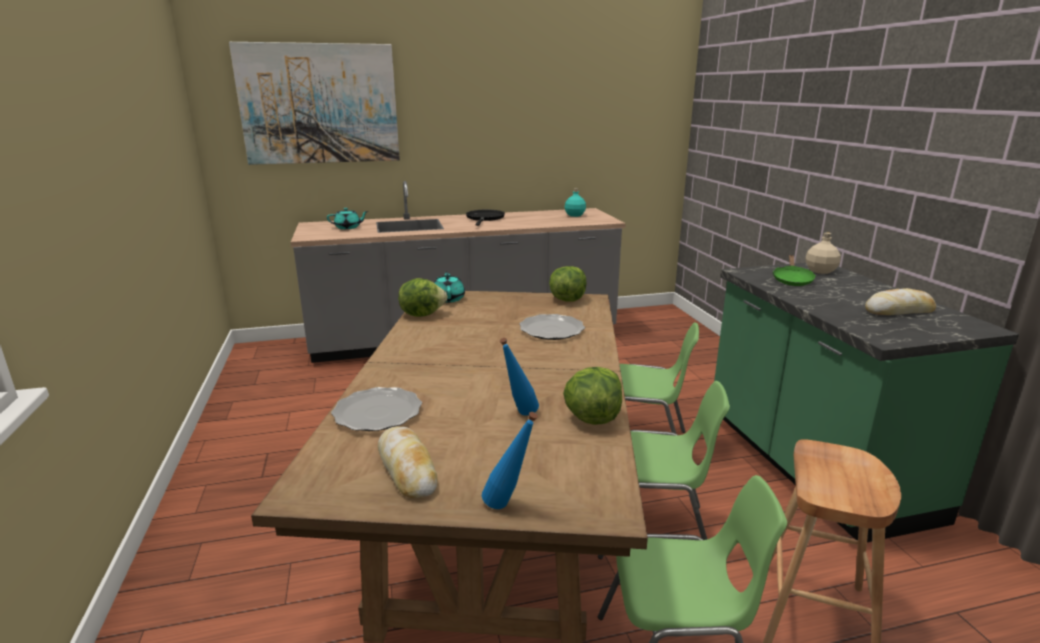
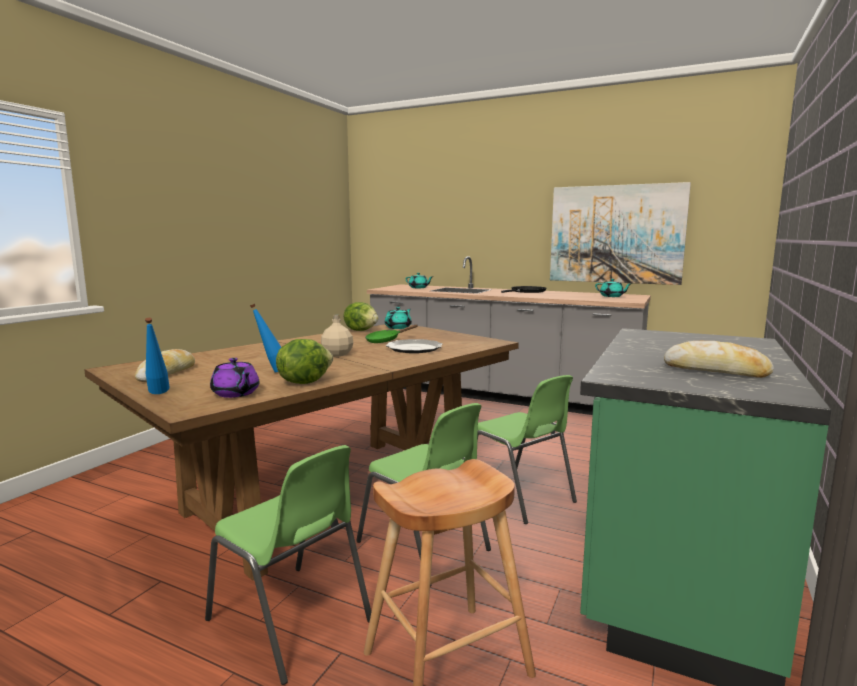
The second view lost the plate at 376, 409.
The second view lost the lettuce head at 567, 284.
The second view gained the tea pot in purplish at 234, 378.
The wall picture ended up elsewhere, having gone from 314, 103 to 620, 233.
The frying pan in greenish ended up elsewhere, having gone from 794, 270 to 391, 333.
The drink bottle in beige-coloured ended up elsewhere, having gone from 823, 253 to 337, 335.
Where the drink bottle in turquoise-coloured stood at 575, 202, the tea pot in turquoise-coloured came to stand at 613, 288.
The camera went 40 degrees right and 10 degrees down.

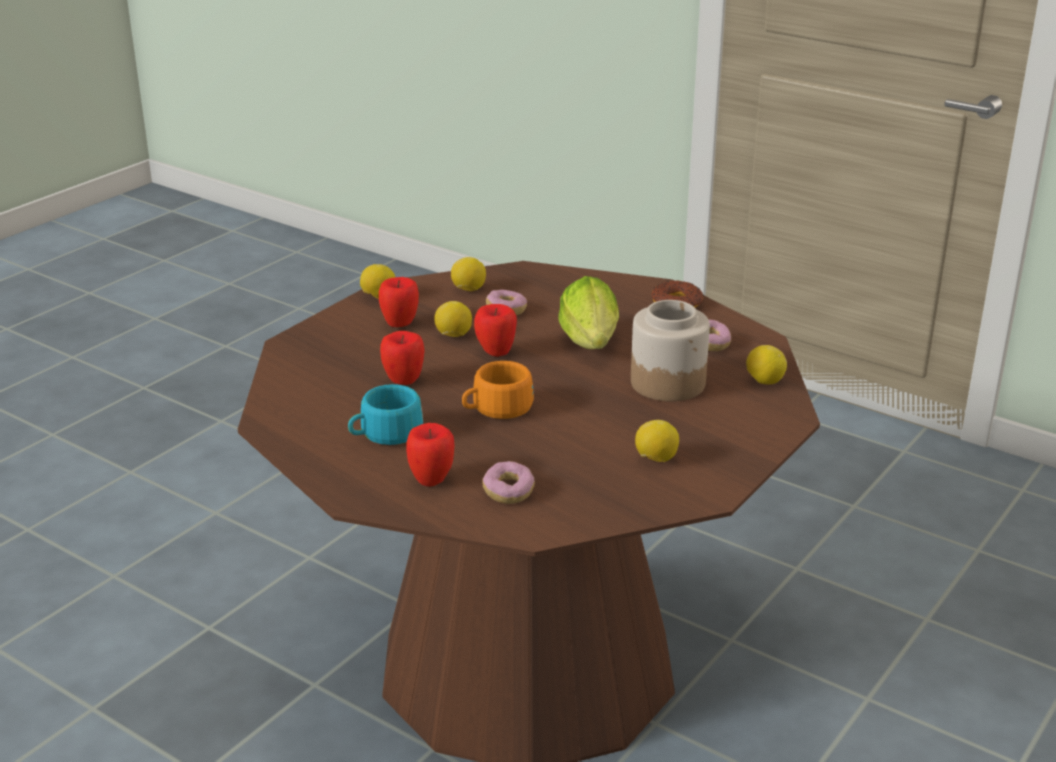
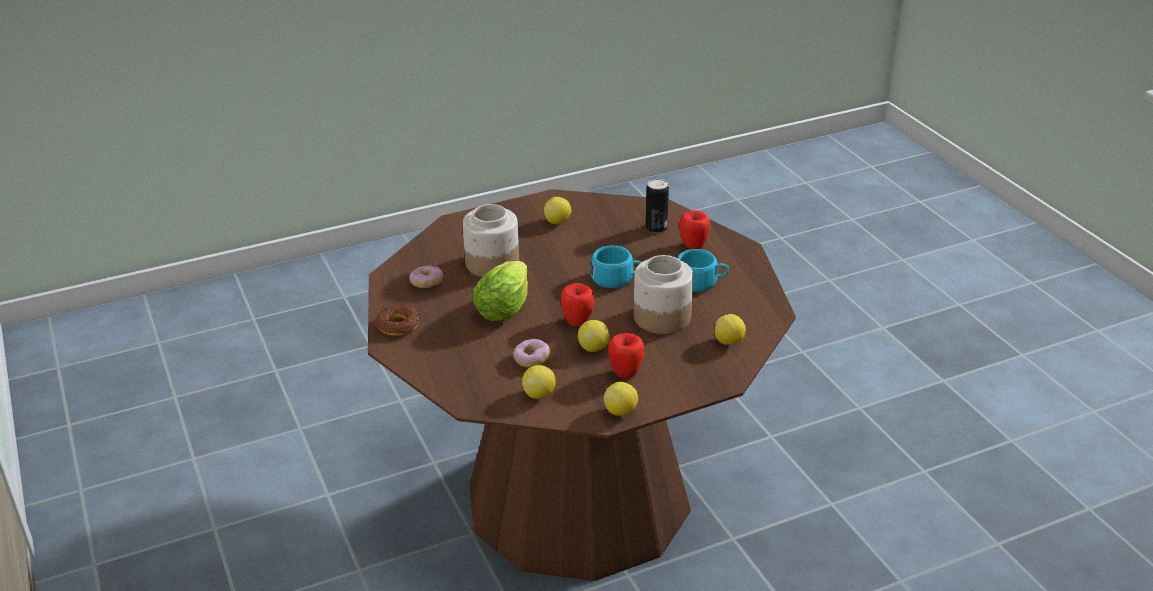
The citrus fruit ended up elsewhere, having gone from 766, 364 to 730, 329.
Where the apple fruit stood at 402, 358, the preserve jar came to stand at 663, 294.
Where the ring doughnut stood at 508, 482, the can came to stand at 657, 206.
What was the drinking cup in orangey at 498, 390 turned into the drinking cup in turquoise-coloured at 616, 267.
The camera went 150 degrees left and 5 degrees up.

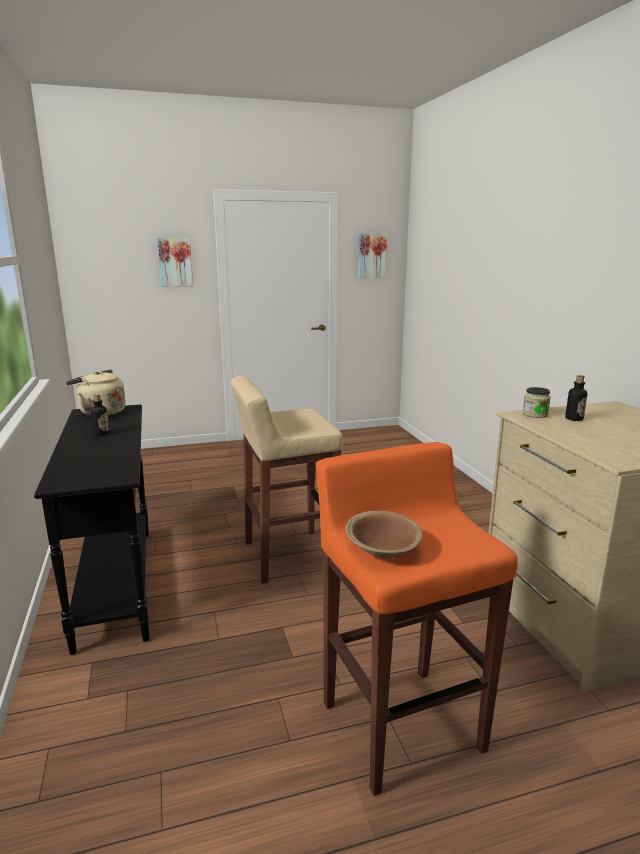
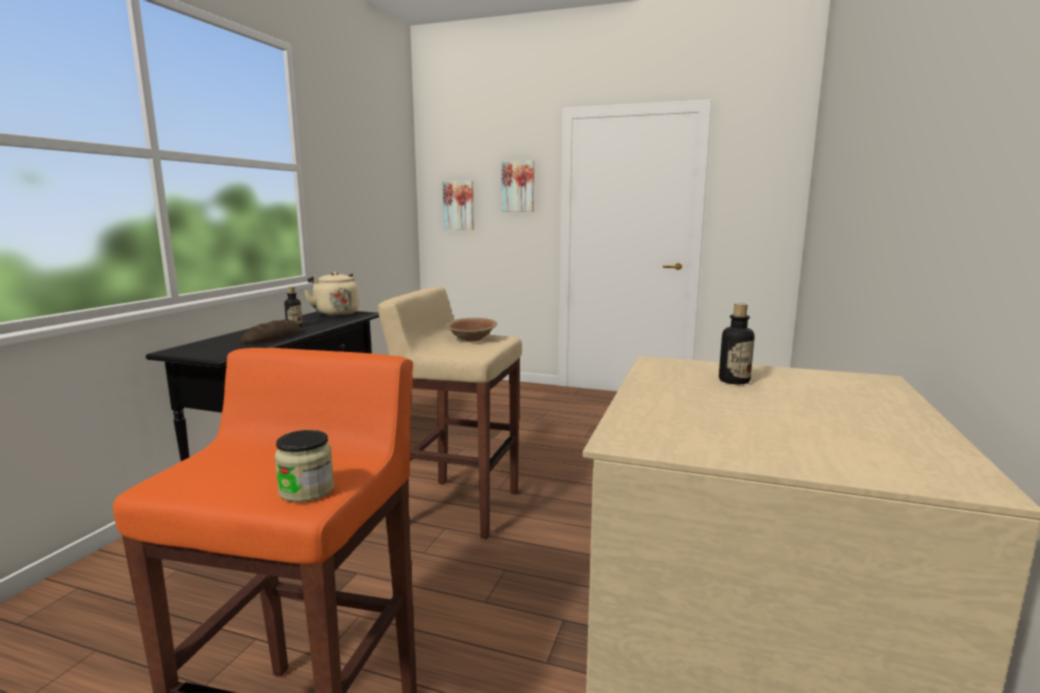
The second view gained the bakery bread at 271, 332.
The bowl in brown ended up elsewhere, having gone from 384, 534 to 471, 329.
The wall picture ended up elsewhere, having gone from 372, 255 to 458, 205.
The preserve jar ended up elsewhere, having gone from 537, 402 to 304, 466.
The camera went 35 degrees right and 5 degrees down.

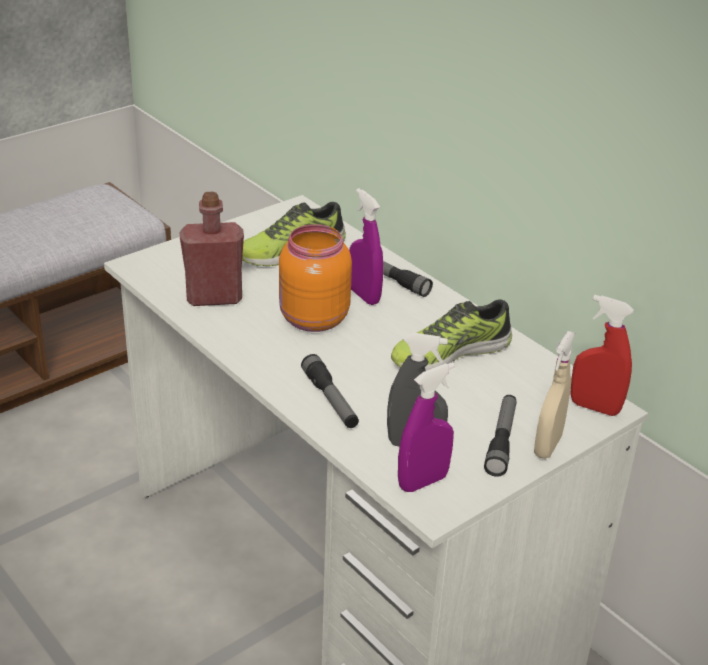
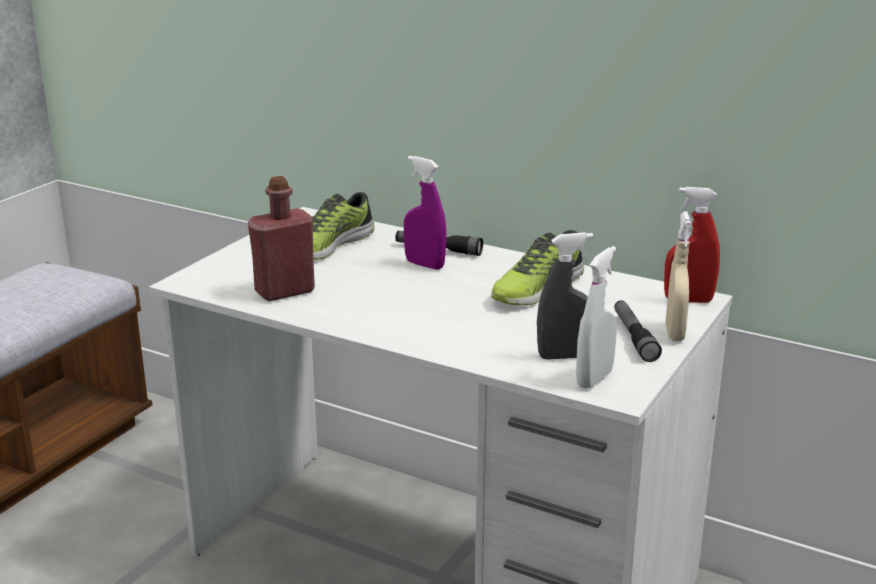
The second view lost the preserve jar in orangey at 315, 278.
The second view lost the flashlight at 330, 391.
What was the spray bottle in purplish at 426, 427 turned into the spray bottle in white-coloured at 596, 317.
The camera went 20 degrees left and 10 degrees down.

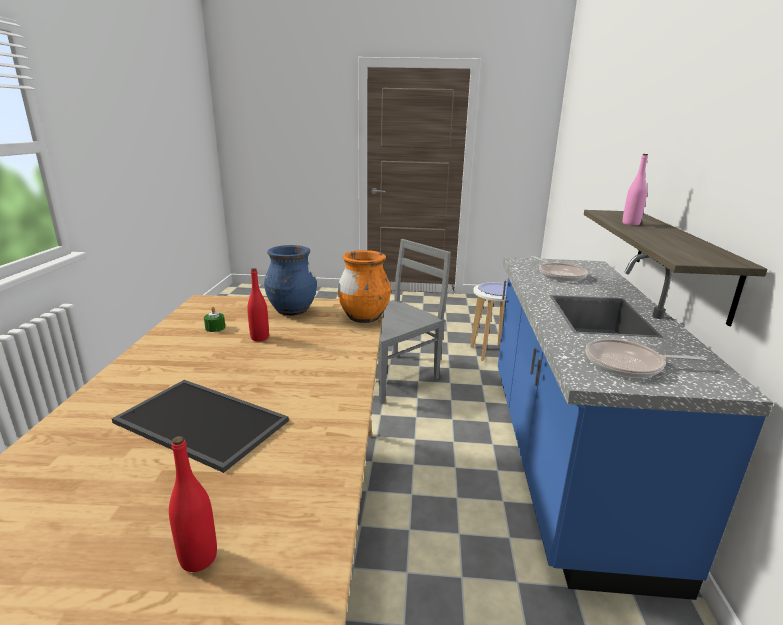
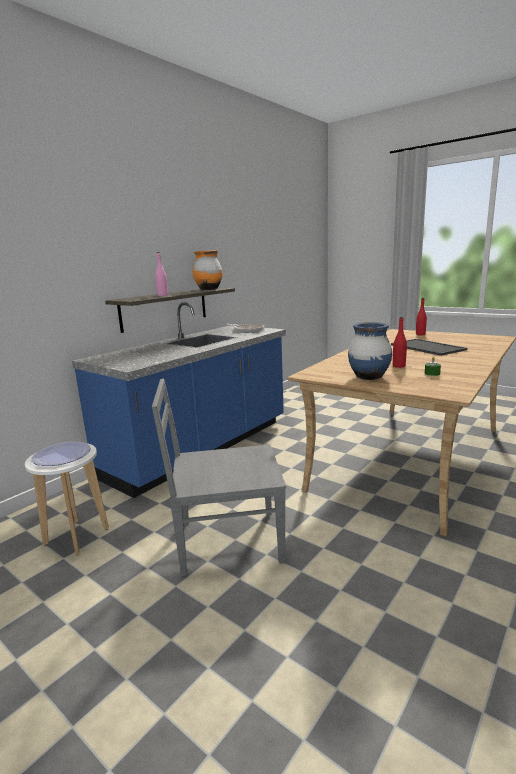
The second view lost the frying pan at 559, 268.
The decorative vase in orangey ended up elsewhere, having gone from 364, 286 to 208, 270.
The camera went 145 degrees left and 5 degrees down.

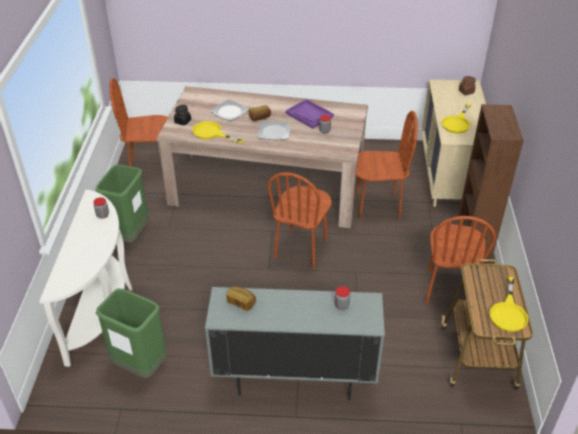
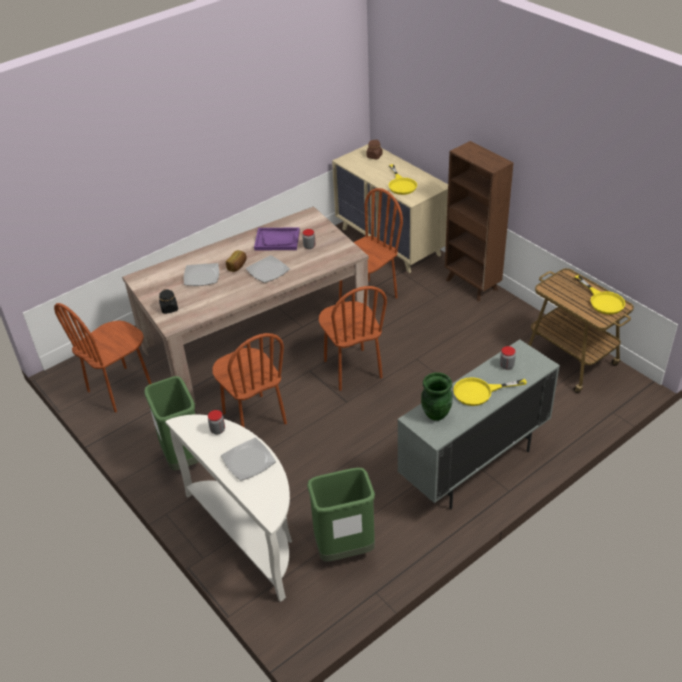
The second view gained the plate at 248, 459.
The frying pan in yellow-coloured ended up elsewhere, having gone from 218, 132 to 490, 391.
The chair in brown ended up elsewhere, having gone from 460, 260 to 249, 380.
Where the bakery bread stood at 241, 298, the decorative vase in greenish came to stand at 437, 396.
The camera went 40 degrees left and 0 degrees up.

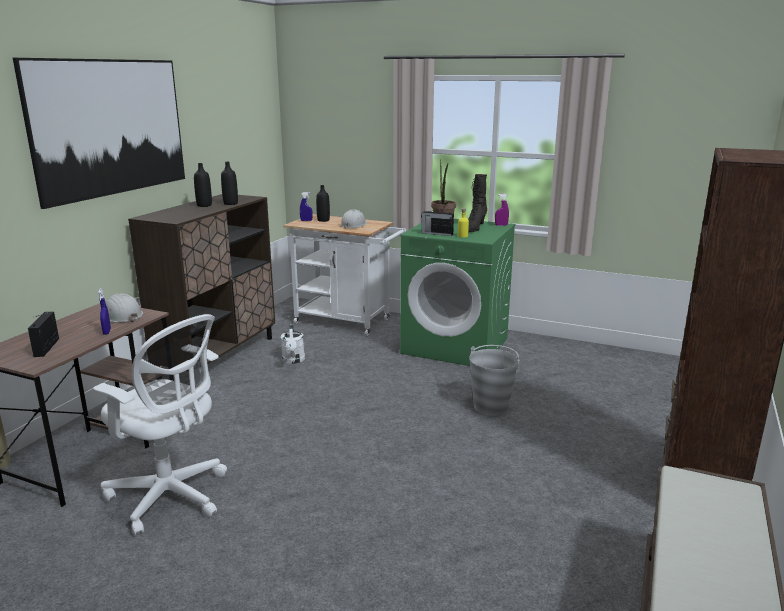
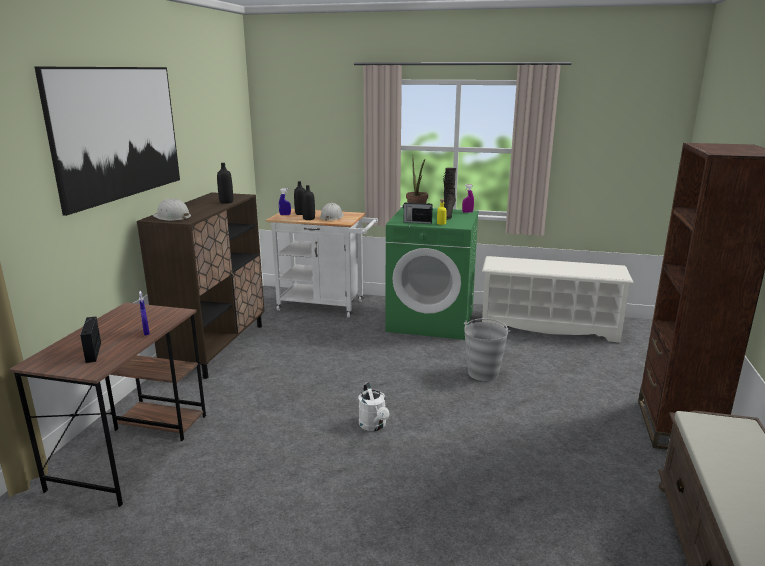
The second view lost the office chair in white-coloured at 160, 425.
The second view gained the shoe stand in white-coloured at 558, 299.
The safety helmet in white-coloured ended up elsewhere, having gone from 124, 308 to 172, 209.
The drink bottle in black ended up elsewhere, having gone from 203, 185 to 308, 202.
The sprinkling can in white-coloured ended up elsewhere, having gone from 293, 344 to 373, 406.
The camera went 10 degrees left and 0 degrees up.

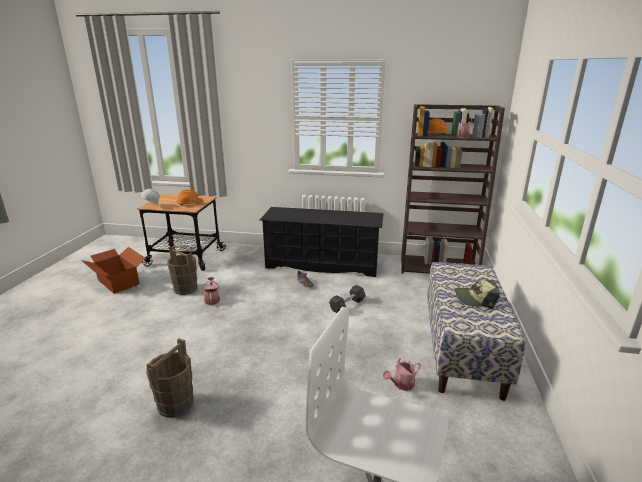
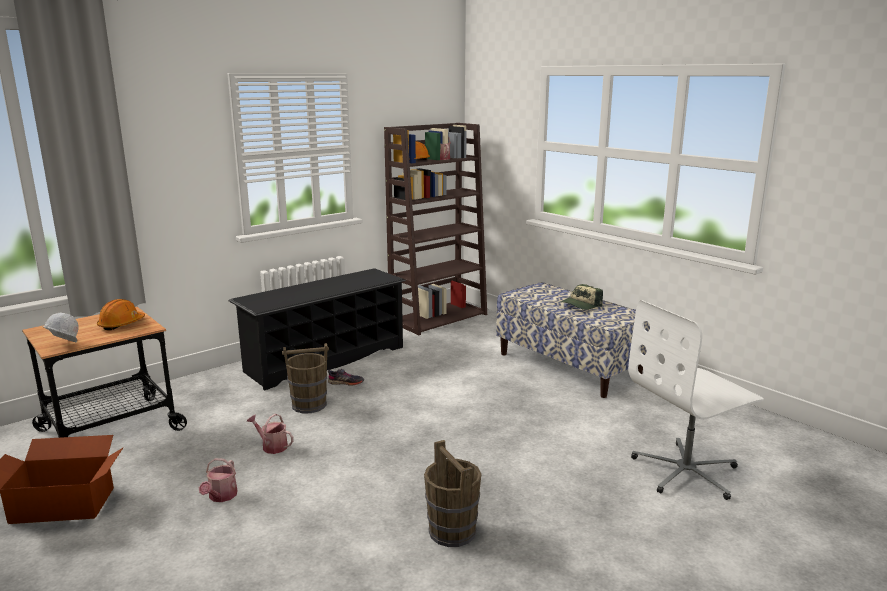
The second view lost the dumbbell in grey at 347, 299.
The bucket in brown ended up elsewhere, having gone from 182, 270 to 305, 378.
The sprinkling can ended up elsewhere, having gone from 401, 374 to 218, 480.
The camera went 50 degrees left and 5 degrees down.

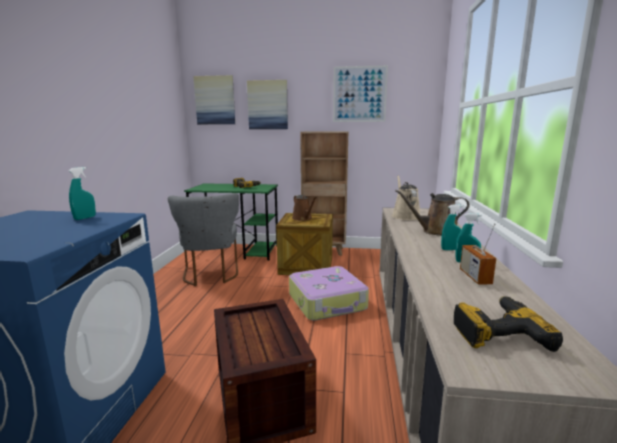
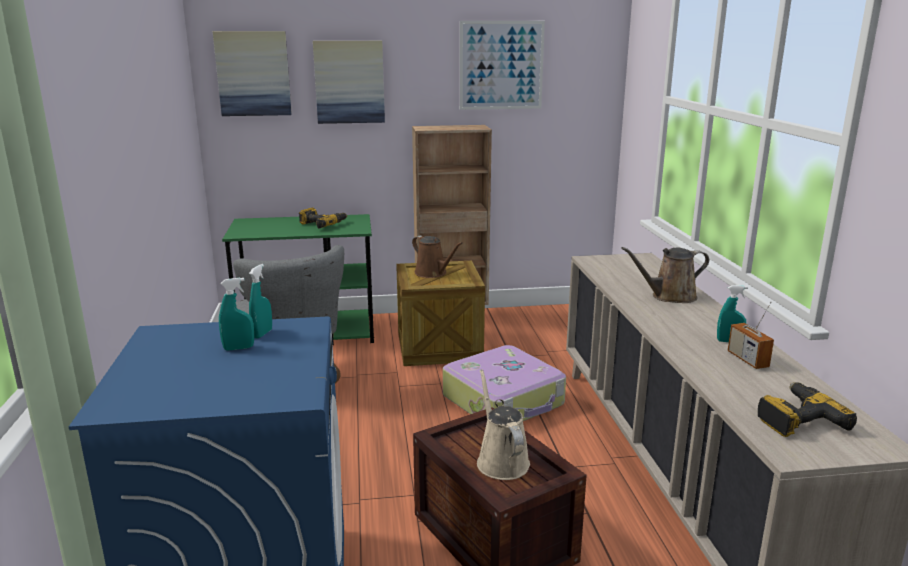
The sprinkling can in beige-coloured ended up elsewhere, having gone from 406, 198 to 503, 424.
The spray bottle in turquoise-coloured ended up elsewhere, having gone from 452, 227 to 236, 314.
The camera went 15 degrees left and 5 degrees up.

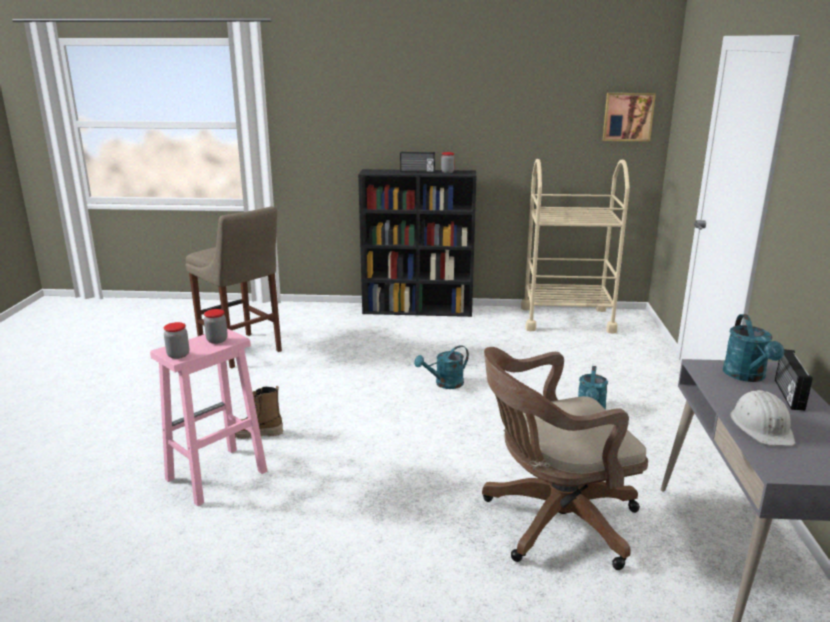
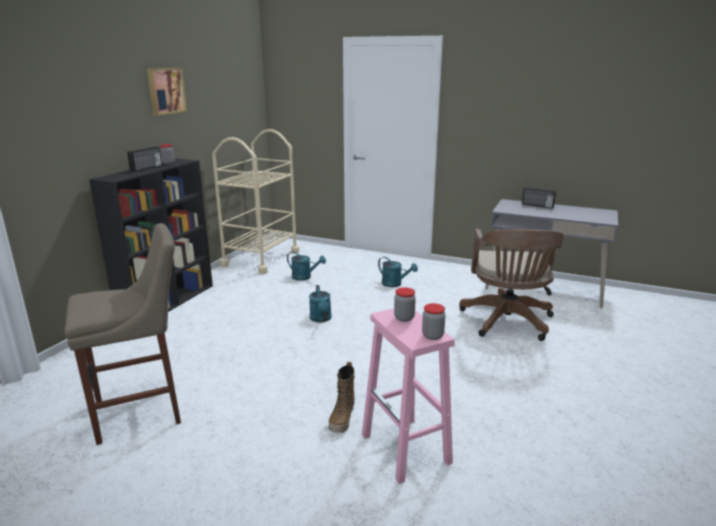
The second view lost the safety helmet in white-coloured at 762, 418.
The wall picture ended up elsewhere, having gone from 629, 117 to 167, 91.
The sprinkling can in turquoise-coloured ended up elsewhere, having gone from 753, 348 to 306, 266.
The camera went 70 degrees left and 0 degrees up.

